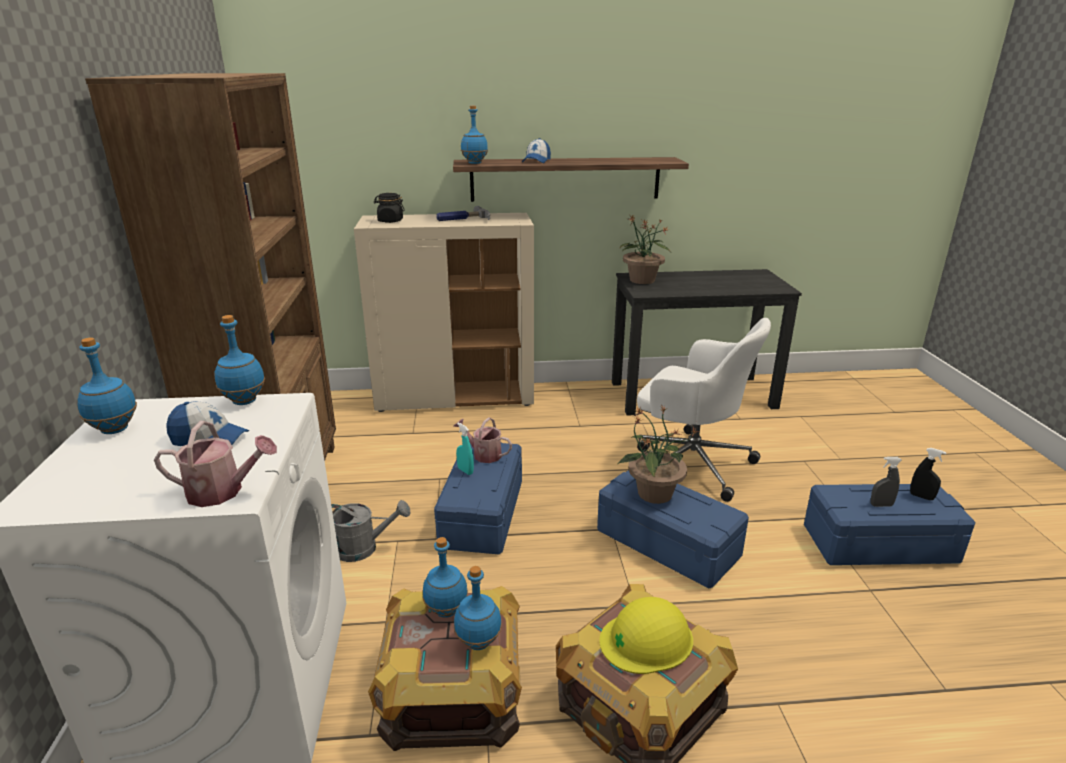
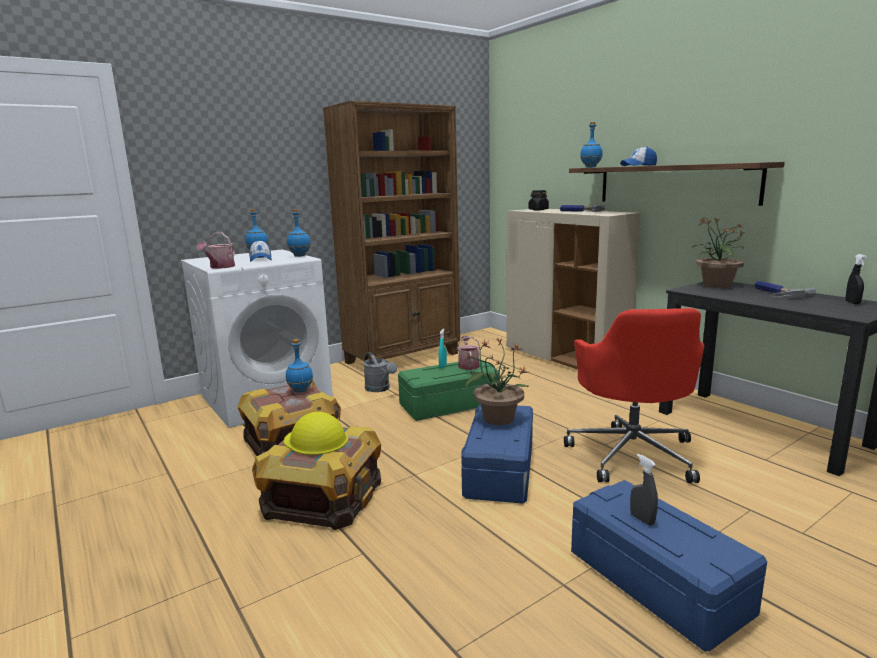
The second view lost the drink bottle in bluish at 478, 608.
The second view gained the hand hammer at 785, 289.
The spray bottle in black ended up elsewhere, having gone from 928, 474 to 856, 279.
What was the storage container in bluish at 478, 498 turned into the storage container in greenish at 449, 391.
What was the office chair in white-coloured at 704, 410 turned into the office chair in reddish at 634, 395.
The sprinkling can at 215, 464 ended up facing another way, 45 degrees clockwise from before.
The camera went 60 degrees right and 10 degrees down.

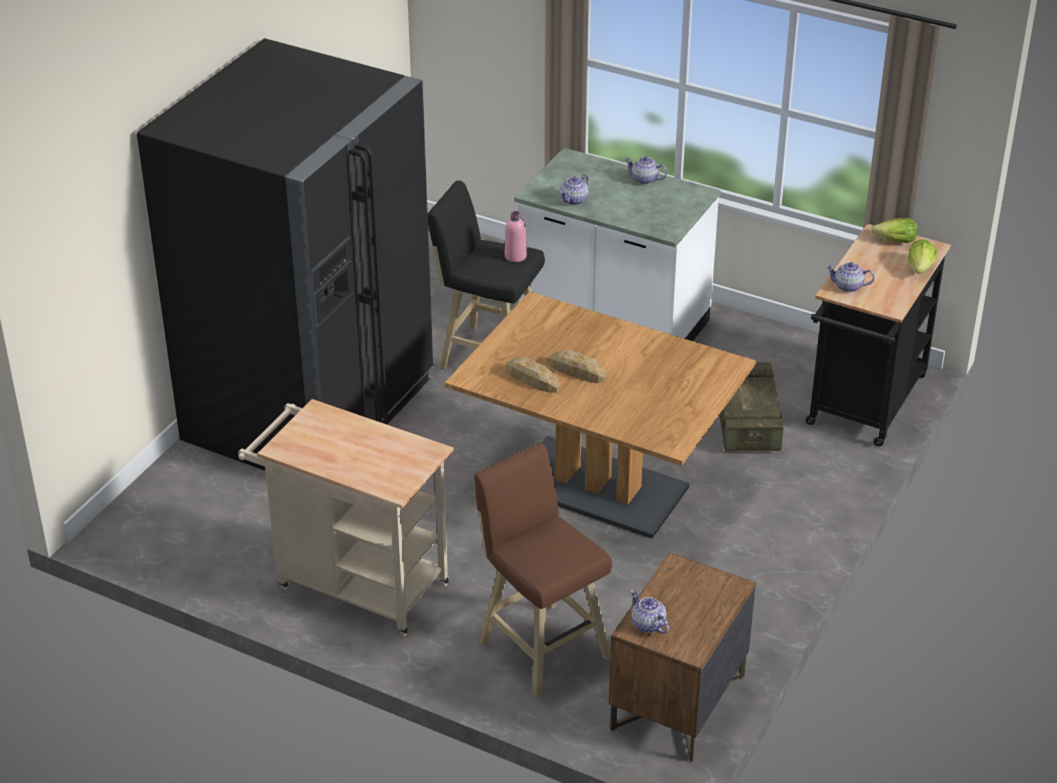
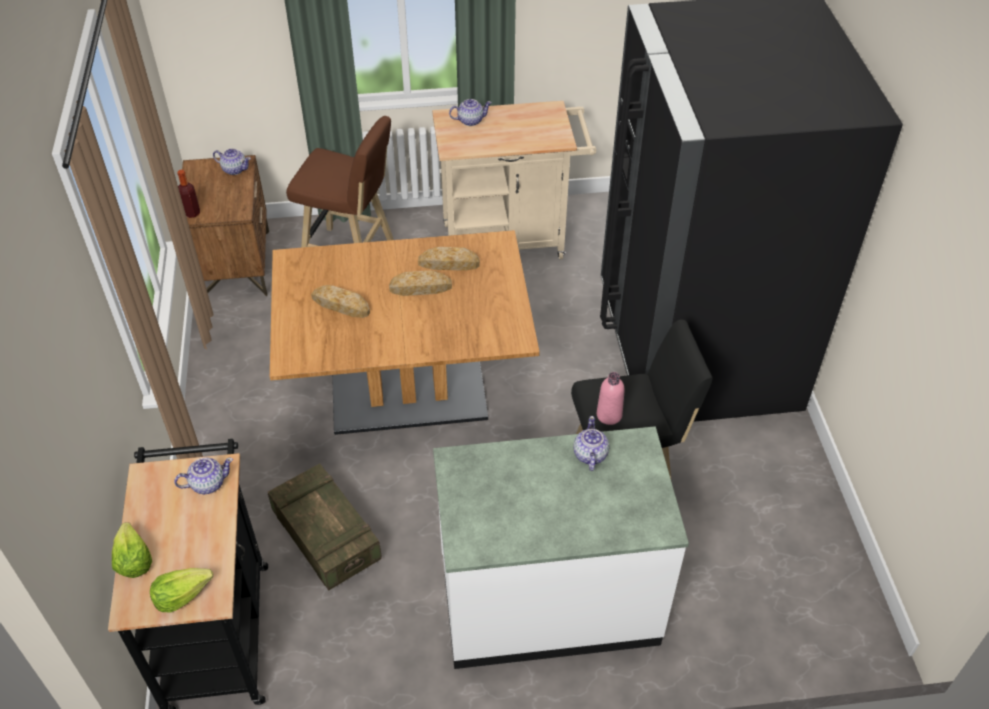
The second view gained the drink bottle at 189, 194.
The second view gained the bakery bread at 340, 301.
The tea pot ended up elsewhere, having gone from 645, 170 to 470, 112.
The camera went 145 degrees right and 10 degrees up.

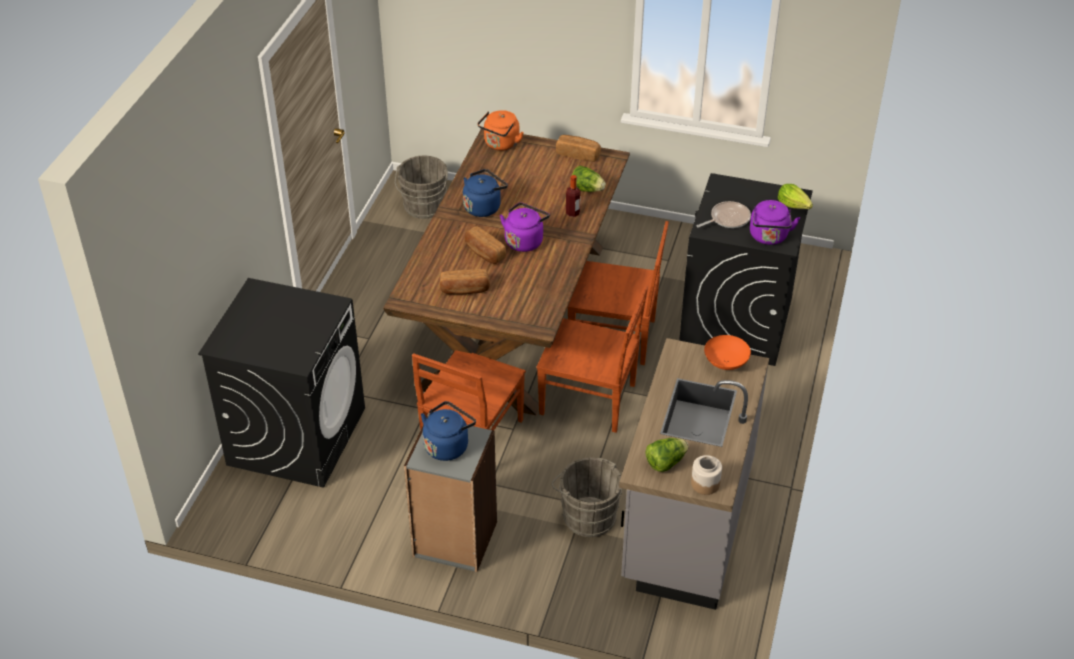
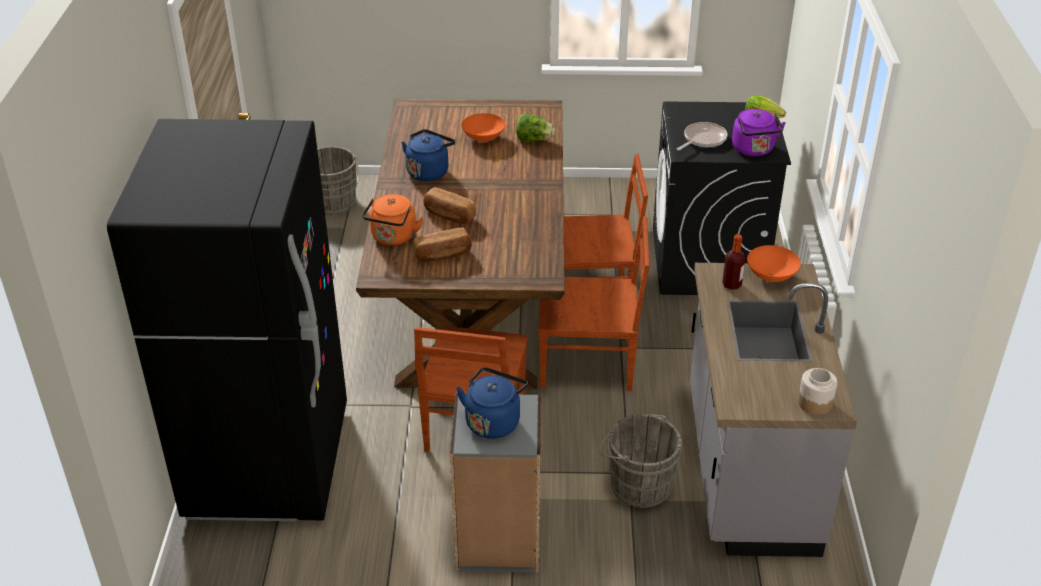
The second view lost the water kettle in purplish at 525, 227.
The second view lost the bakery bread at 578, 148.
The second view lost the lettuce head at 667, 455.
The second view gained the bowl in orangey at 483, 127.
The water kettle in orangey ended up elsewhere, having gone from 500, 130 to 393, 219.
The drink bottle ended up elsewhere, having gone from 573, 196 to 733, 262.
Where the laundry appliance in black stood at 281, 383, the fridge in black came to stand at 227, 320.
The camera went 15 degrees left and 5 degrees down.

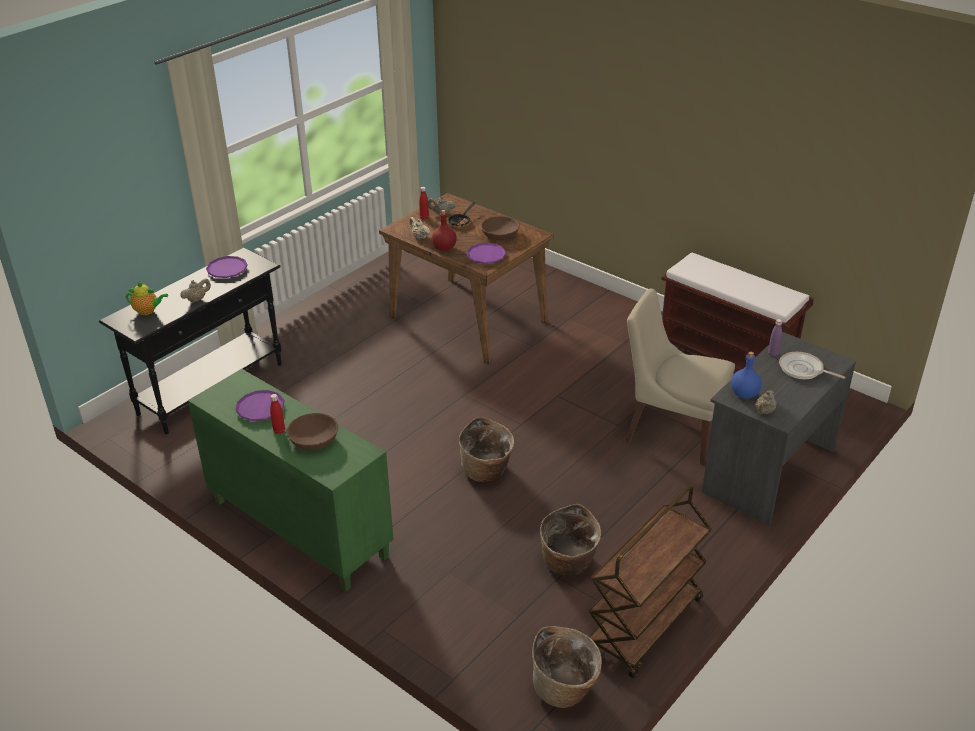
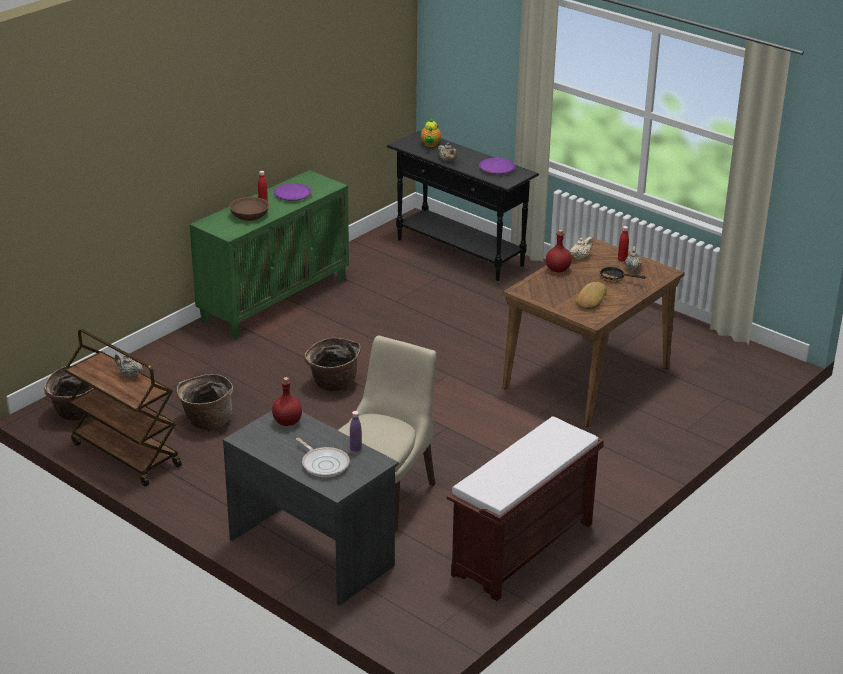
The second view lost the plate in purplish at 486, 253.
The tea pot in beige-coloured ended up elsewhere, having gone from 765, 402 to 129, 365.
Where the bowl in brown stood at 500, 228, the bakery bread came to stand at 591, 295.
What was the drink bottle in bluish at 746, 375 turned into the drink bottle in reddish at 287, 401.
The frying pan at 812, 365 ended up facing another way, 105 degrees clockwise from before.
The camera went 90 degrees right and 5 degrees down.

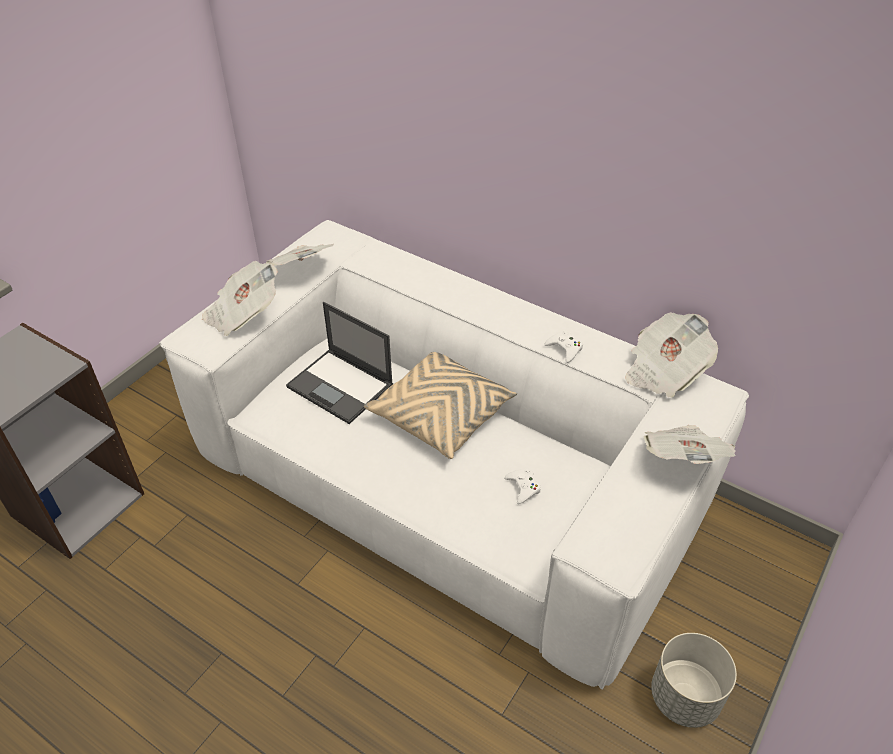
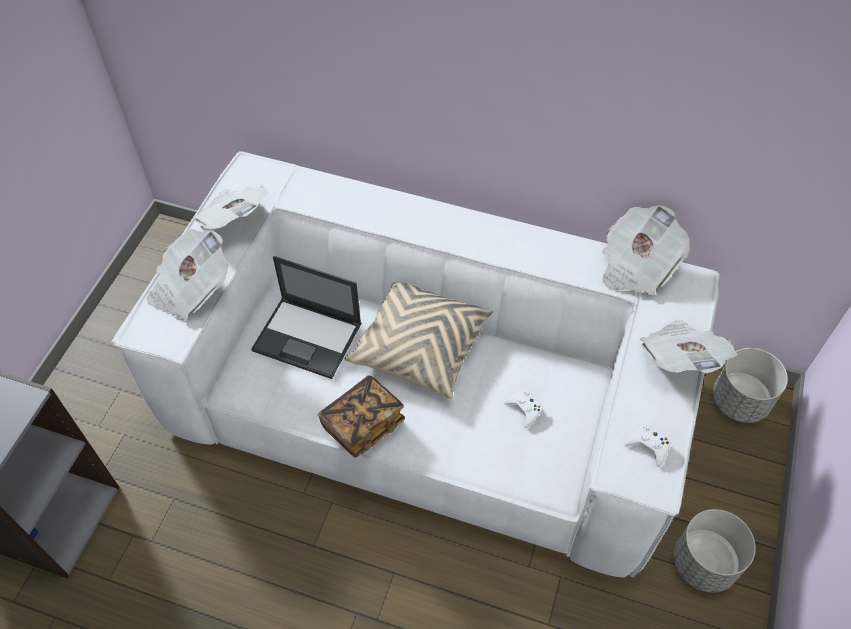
The second view gained the bound book at 361, 416.
The second view gained the plant pot in grey at 750, 385.
The gamepad in white-coloured ended up elsewhere, having gone from 564, 346 to 648, 445.
The camera went 15 degrees left and 10 degrees up.

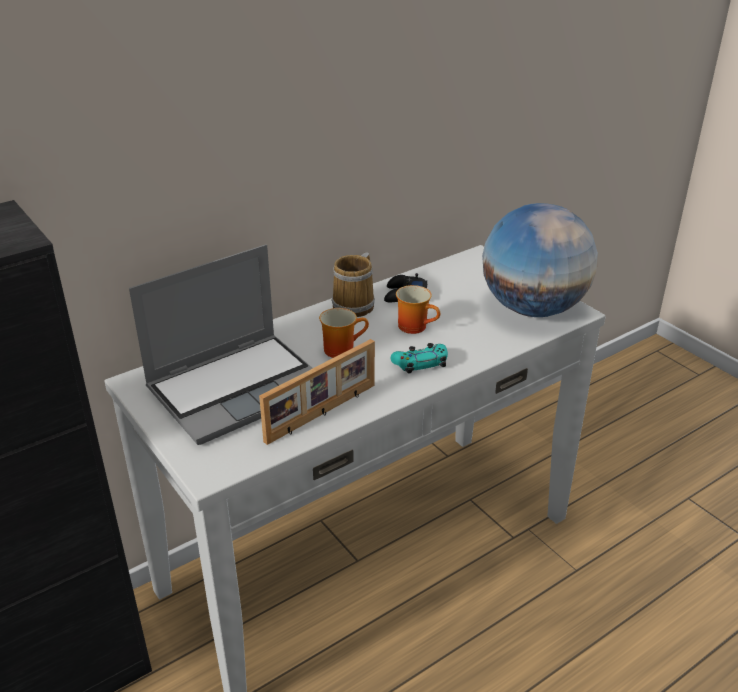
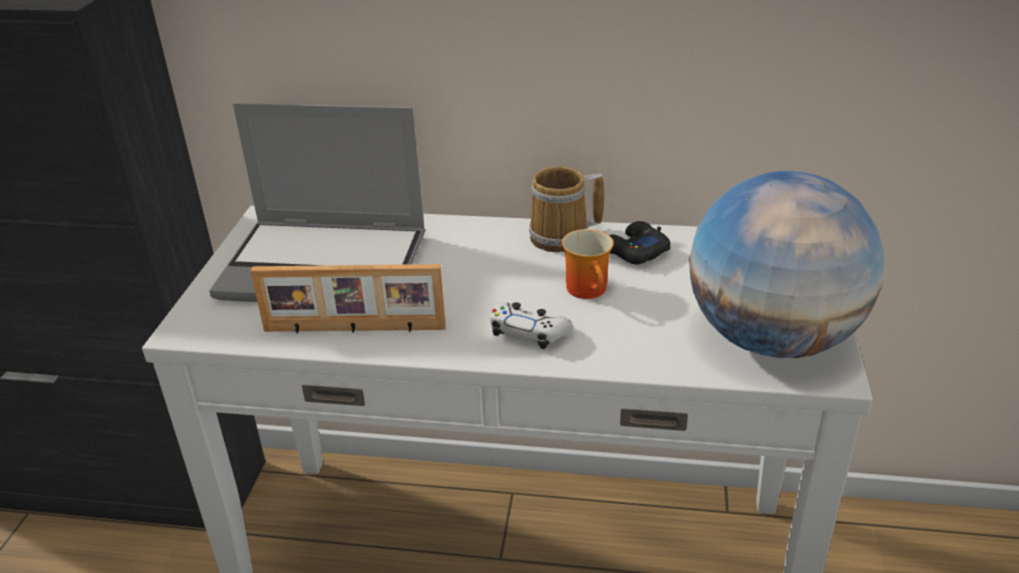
The second view lost the coffee mug at 344, 333.
What was the gamepad in turquoise-coloured at 419, 358 turned into the gamepad in white-coloured at 531, 325.
The camera went 45 degrees right and 0 degrees up.

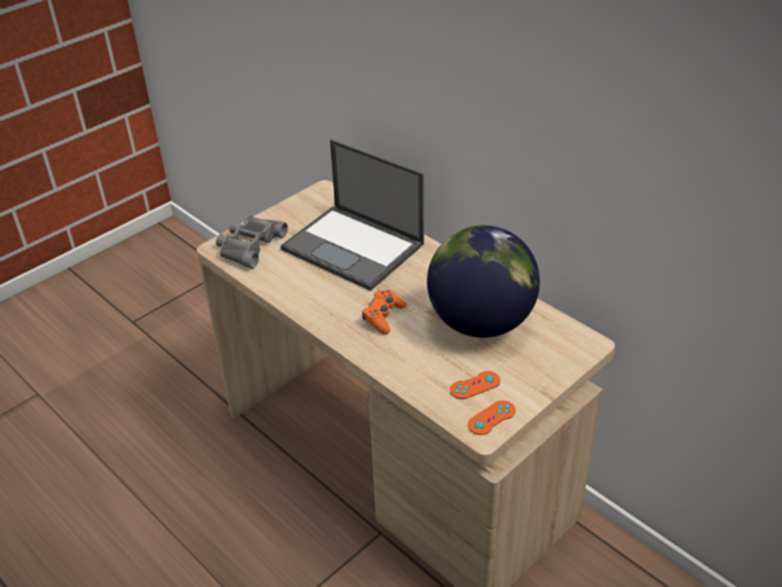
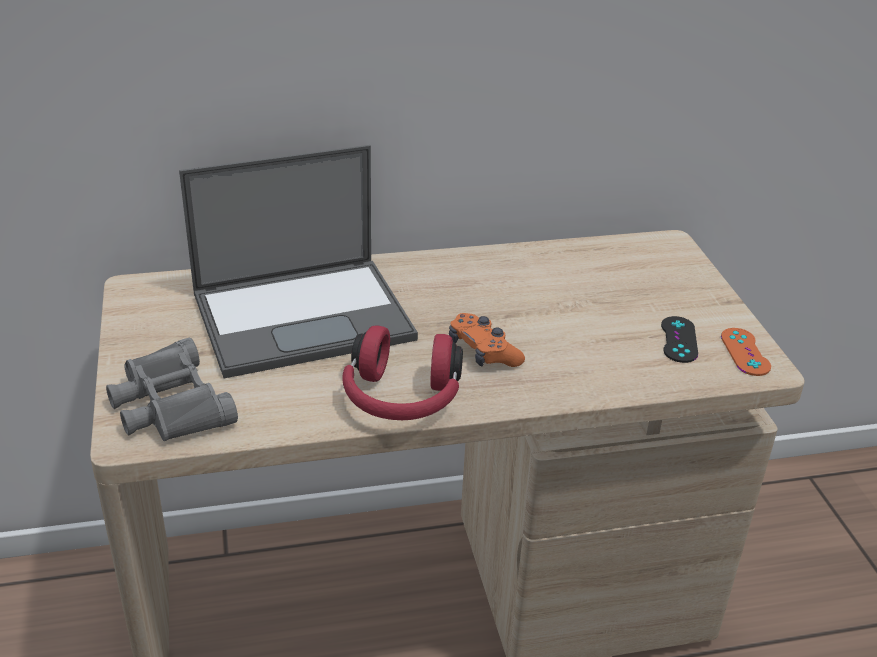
The second view lost the globe at 483, 281.
The second view gained the pair of headphones in reddish at 402, 373.
What was the gamepad in orangey at 475, 385 turned into the gamepad in black at 679, 339.
The camera went 60 degrees left and 5 degrees down.

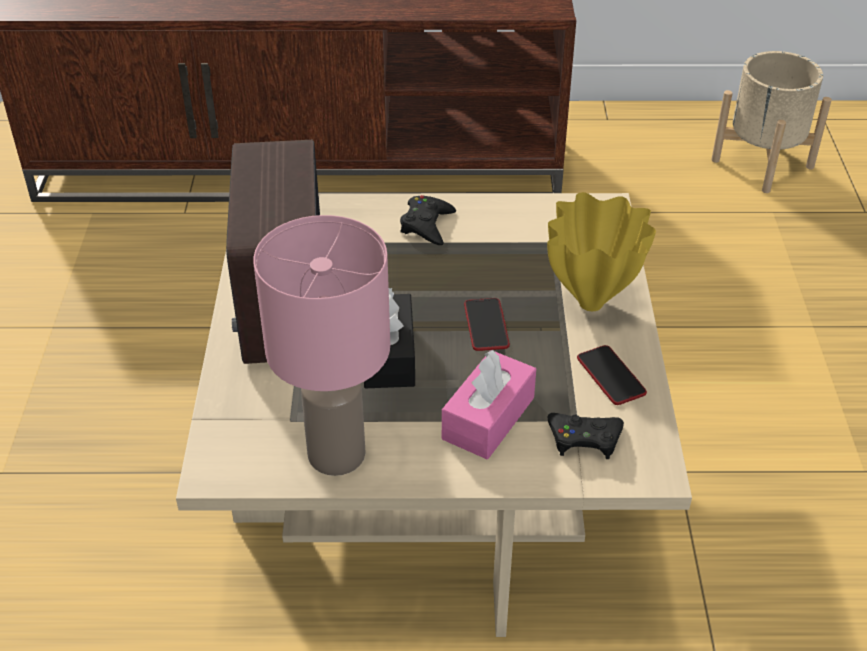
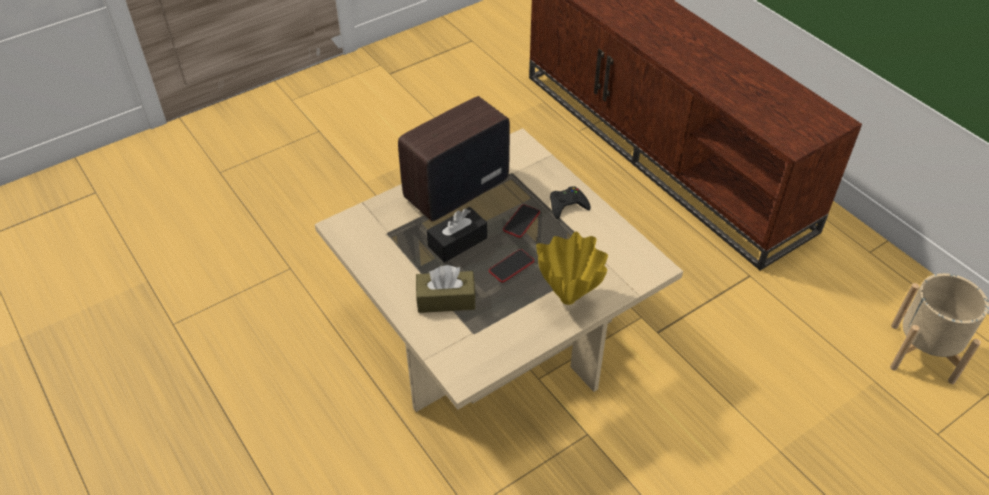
The second view lost the tabletop lamp in pink at 321, 345.
The second view lost the gamepad in black at 585, 436.
The telephone ended up elsewhere, having gone from 612, 375 to 521, 221.
What was the tissue holder in pink at 489, 404 turned into the tissue holder in brown at 446, 289.
The camera went 55 degrees right and 5 degrees up.

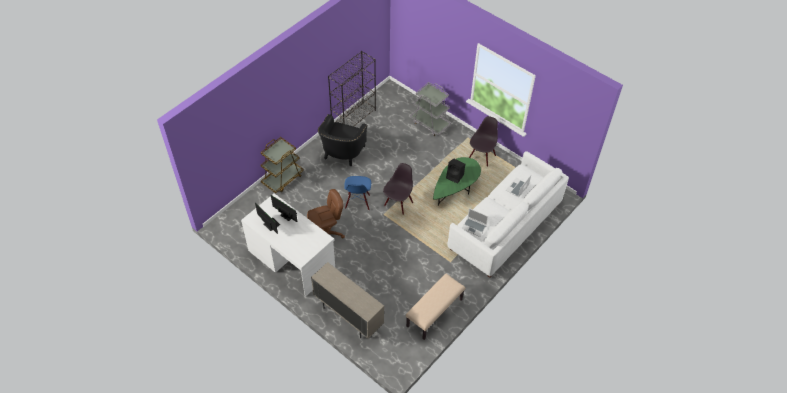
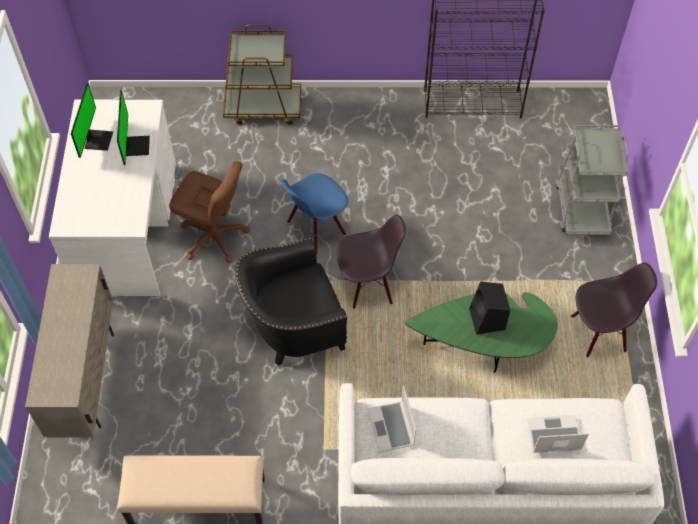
The armchair in black ended up elsewhere, having gone from 342, 140 to 291, 302.
The camera went 50 degrees right and 5 degrees up.

